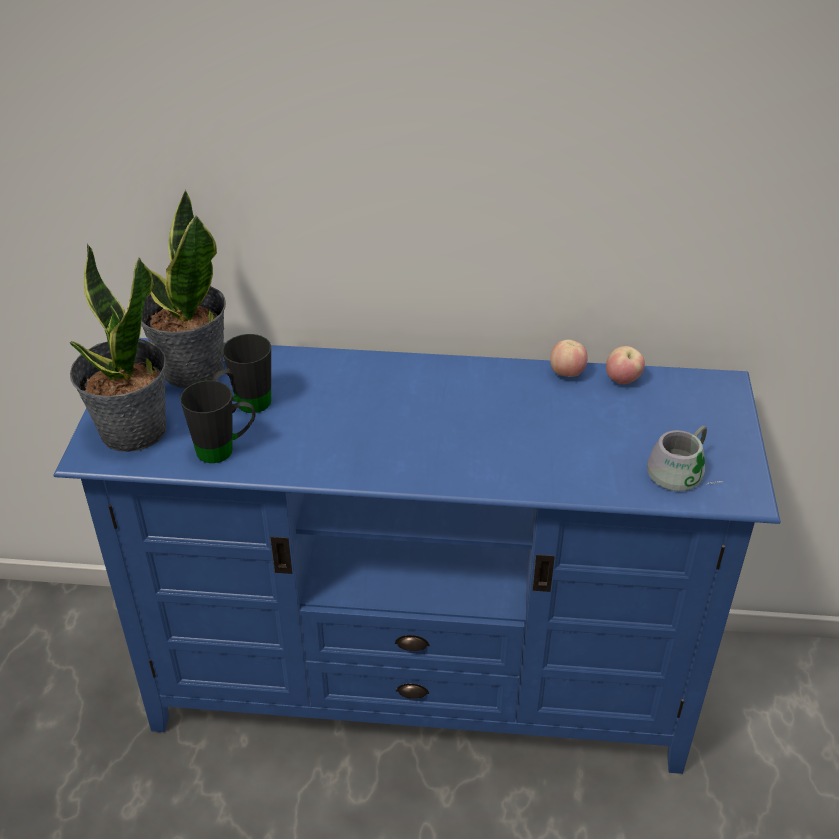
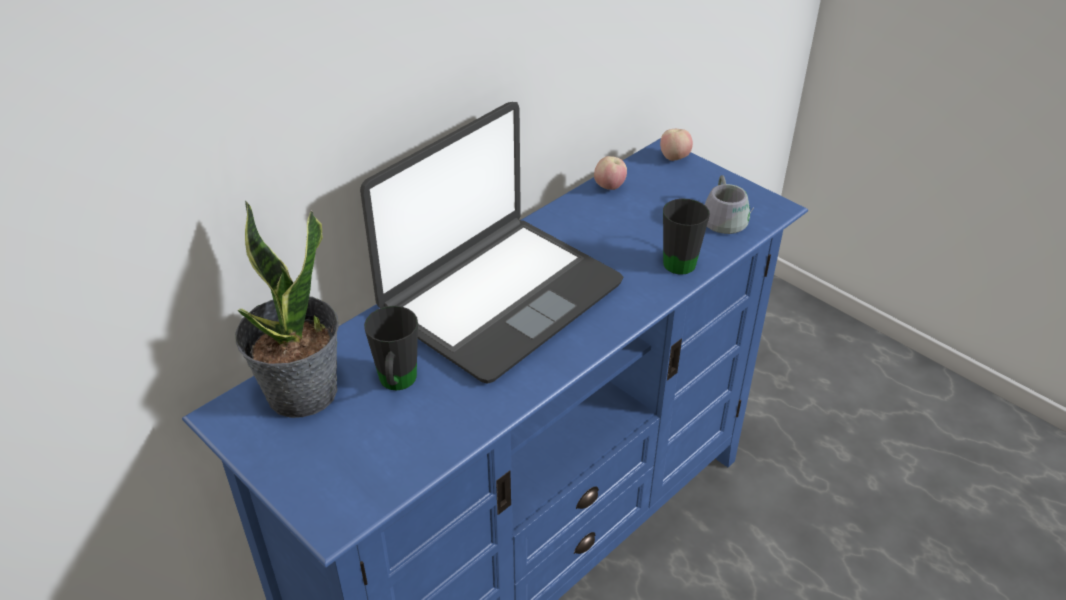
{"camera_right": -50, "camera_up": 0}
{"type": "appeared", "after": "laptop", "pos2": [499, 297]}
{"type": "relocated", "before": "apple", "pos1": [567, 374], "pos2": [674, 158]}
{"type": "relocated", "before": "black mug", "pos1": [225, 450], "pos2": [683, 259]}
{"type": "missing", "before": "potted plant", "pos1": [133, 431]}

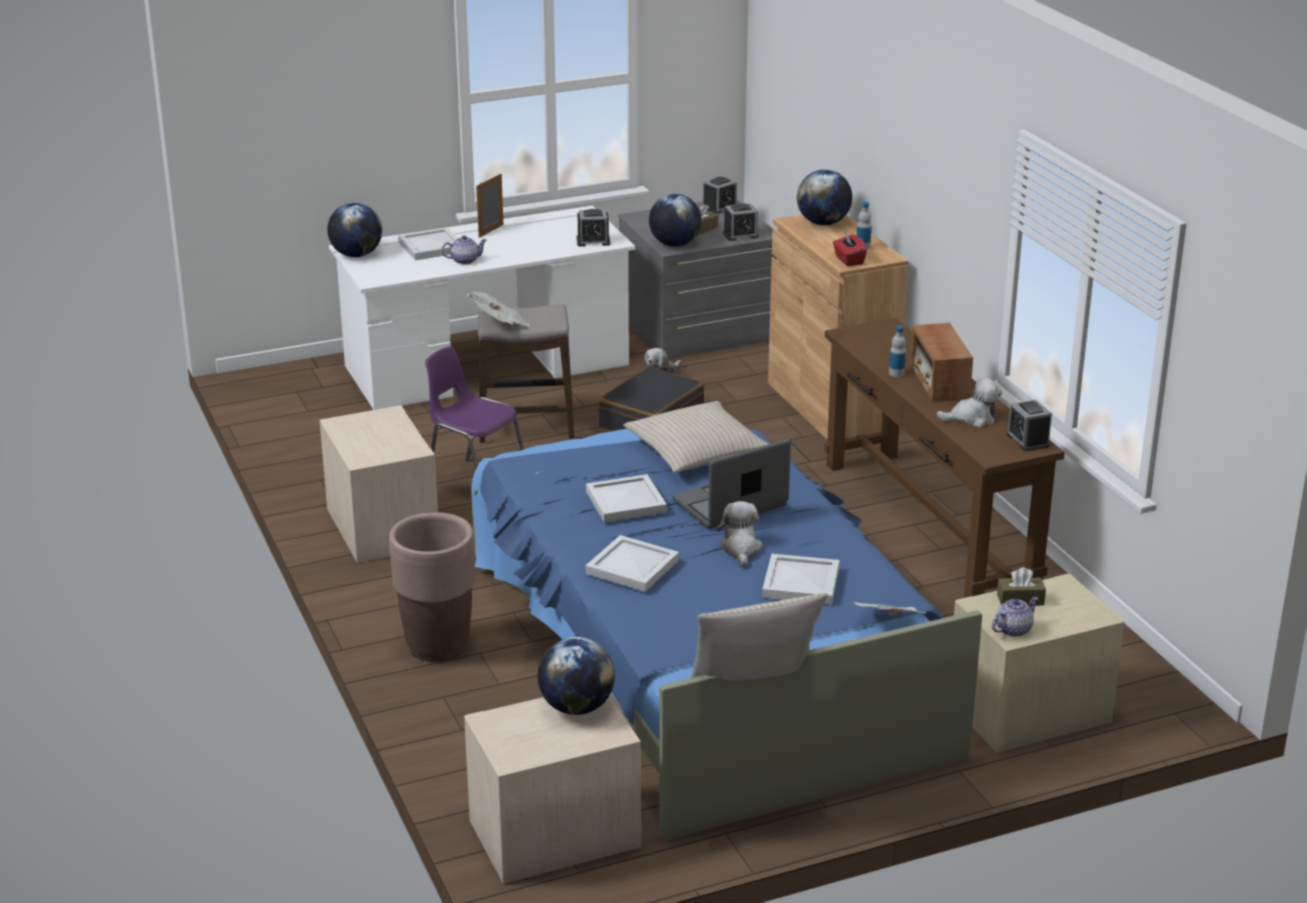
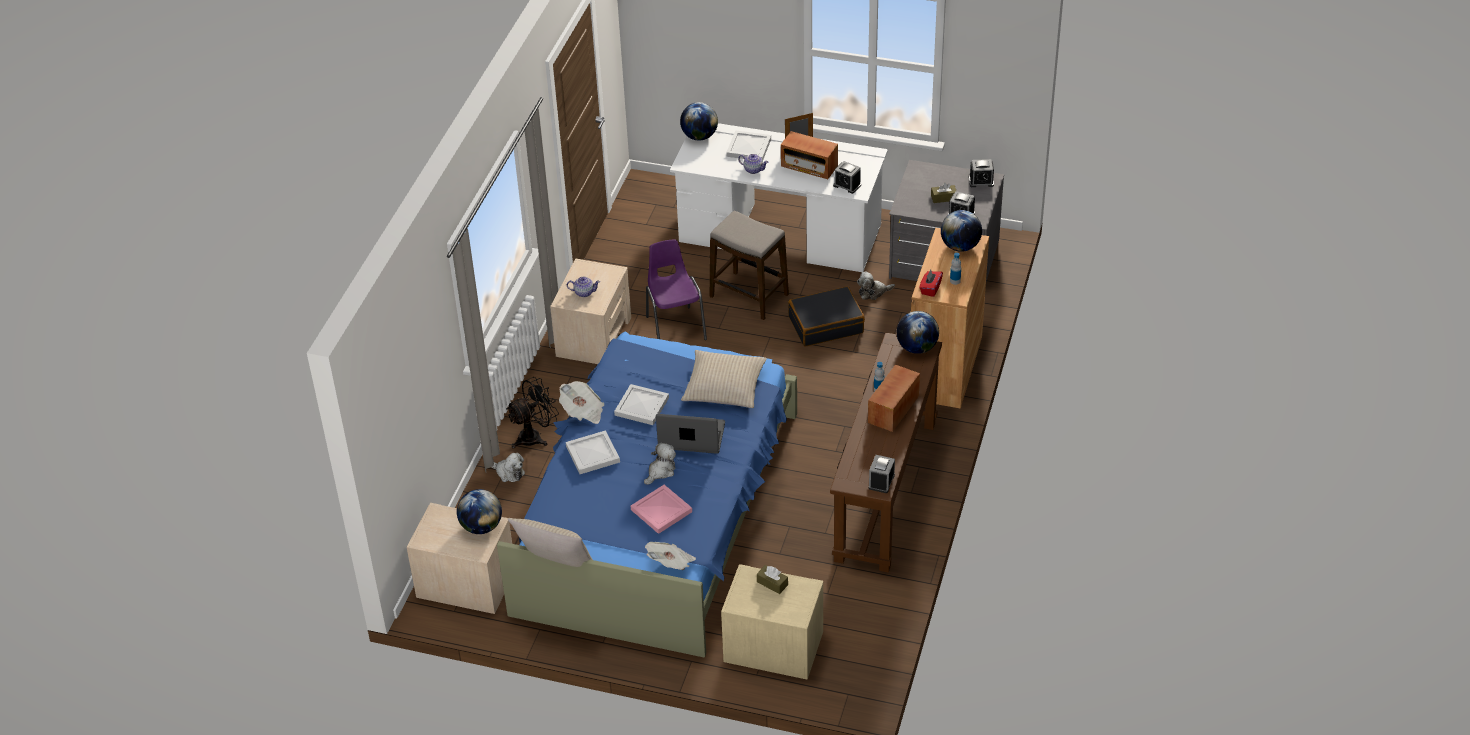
{"camera_right": 40, "camera_up": 15}
{"type": "relocated", "before": "plush toy", "pos1": [972, 418], "pos2": [508, 473]}
{"type": "exchanged", "before": "brown planter", "after": "black fan", "pos1": [437, 646], "pos2": [535, 436]}
{"type": "relocated", "before": "newspaper", "pos1": [499, 324], "pos2": [583, 411]}
{"type": "relocated", "before": "teapot", "pos1": [1012, 630], "pos2": [584, 292]}
{"type": "colour", "before": "white tray", "after": "pink tray", "pos1": [802, 582], "pos2": [662, 511]}
{"type": "appeared", "after": "radio", "pos2": [809, 167]}
{"type": "relocated", "before": "globe", "pos1": [674, 244], "pos2": [917, 348]}

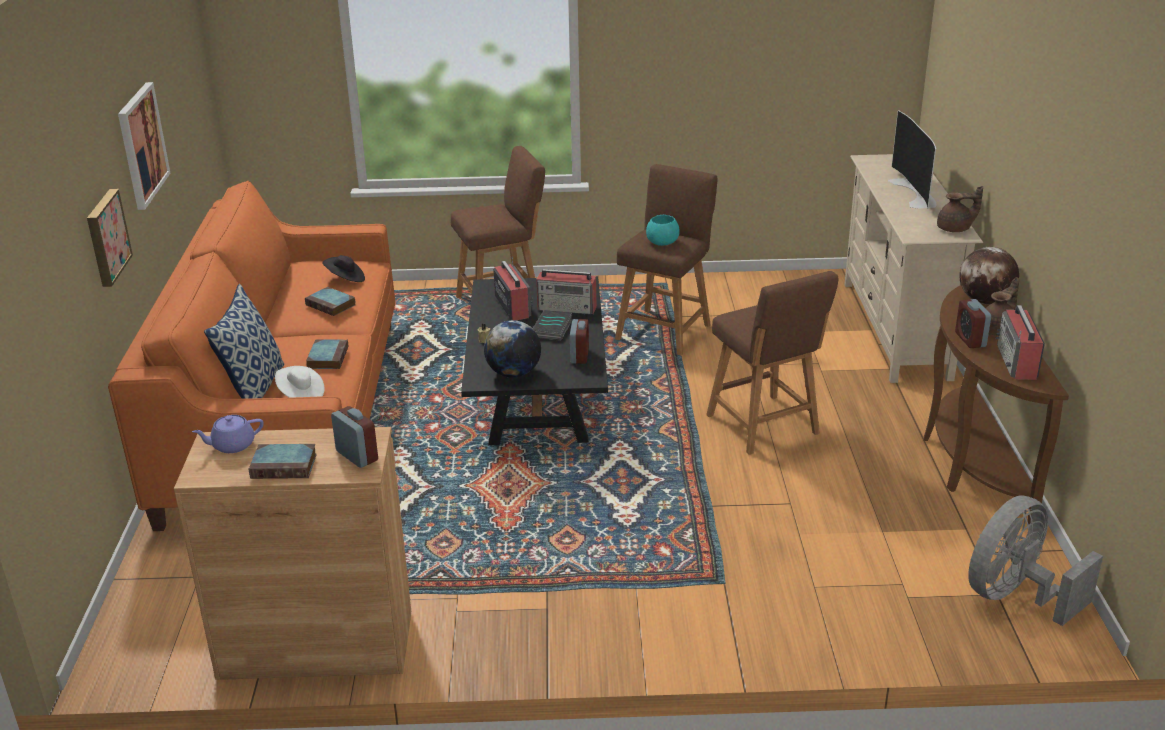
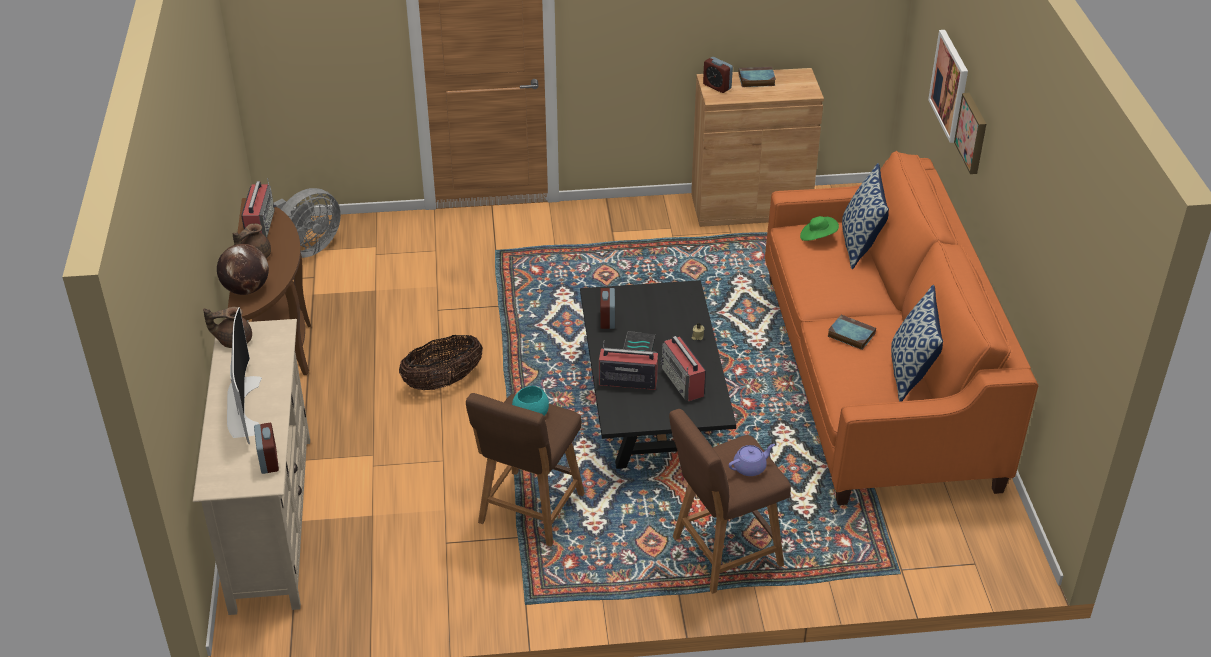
{"camera_right": 175, "camera_up": 10}
{"type": "relocated", "before": "alarm clock", "pos1": [970, 340], "pos2": [269, 461]}
{"type": "exchanged", "before": "brown stool", "after": "basket", "pos1": [765, 427], "pos2": [443, 381]}
{"type": "relocated", "before": "purple teapot", "pos1": [232, 445], "pos2": [750, 467]}
{"type": "colour", "before": "white hat", "after": "green hat", "pos1": [301, 395], "pos2": [817, 237]}
{"type": "appeared", "after": "pillow", "pos2": [911, 374]}
{"type": "relocated", "before": "picture", "pos1": [141, 145], "pos2": [950, 85]}
{"type": "missing", "before": "book", "pos1": [327, 357]}
{"type": "missing", "before": "black hat", "pos1": [345, 279]}
{"type": "missing", "before": "globe", "pos1": [513, 373]}

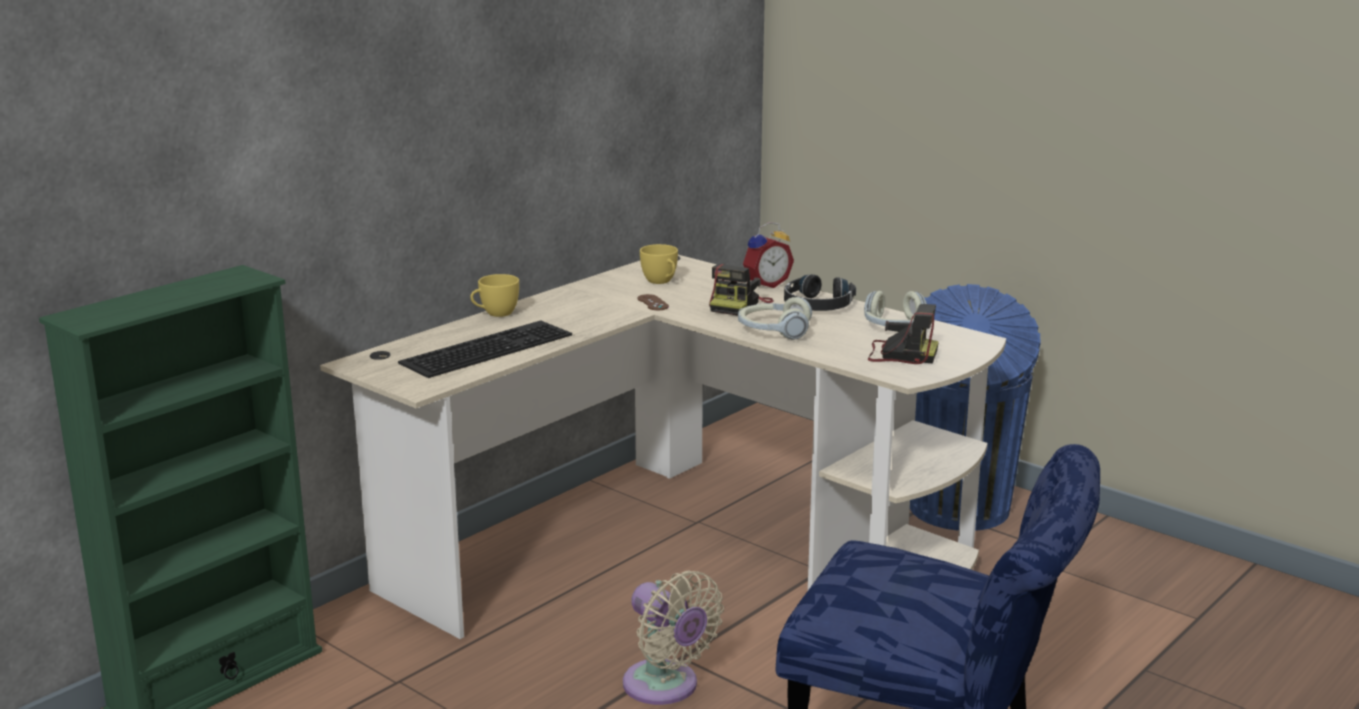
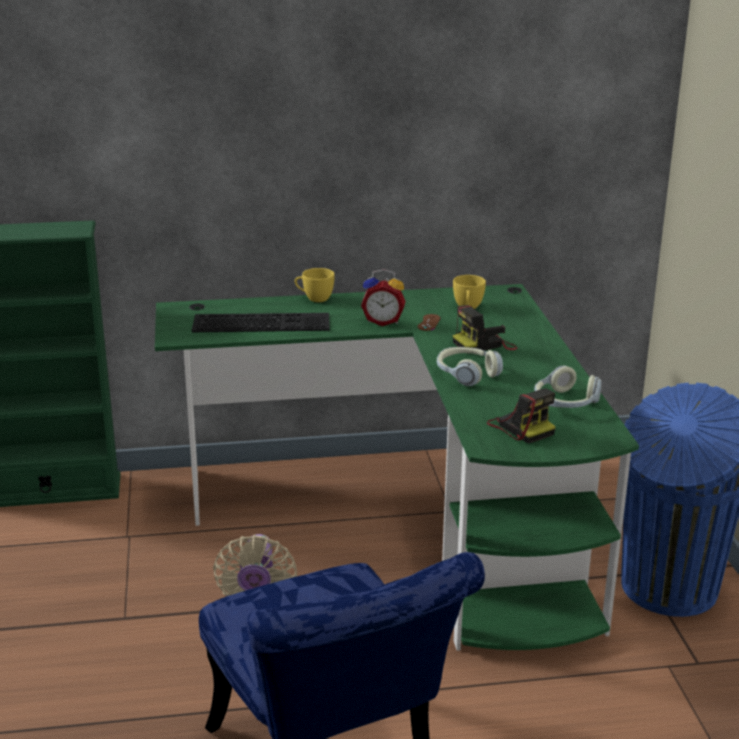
{"camera_right": 40, "camera_up": 5}
{"type": "colour", "before": "beige desk", "after": "green desk", "pos1": [681, 544], "pos2": [416, 523]}
{"type": "relocated", "before": "alarm clock", "pos1": [765, 284], "pos2": [383, 321]}
{"type": "missing", "before": "black headphones", "pos1": [817, 305]}

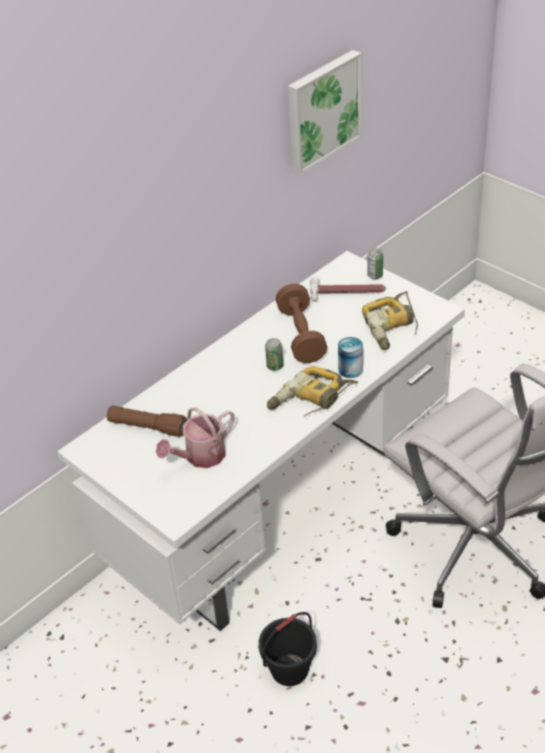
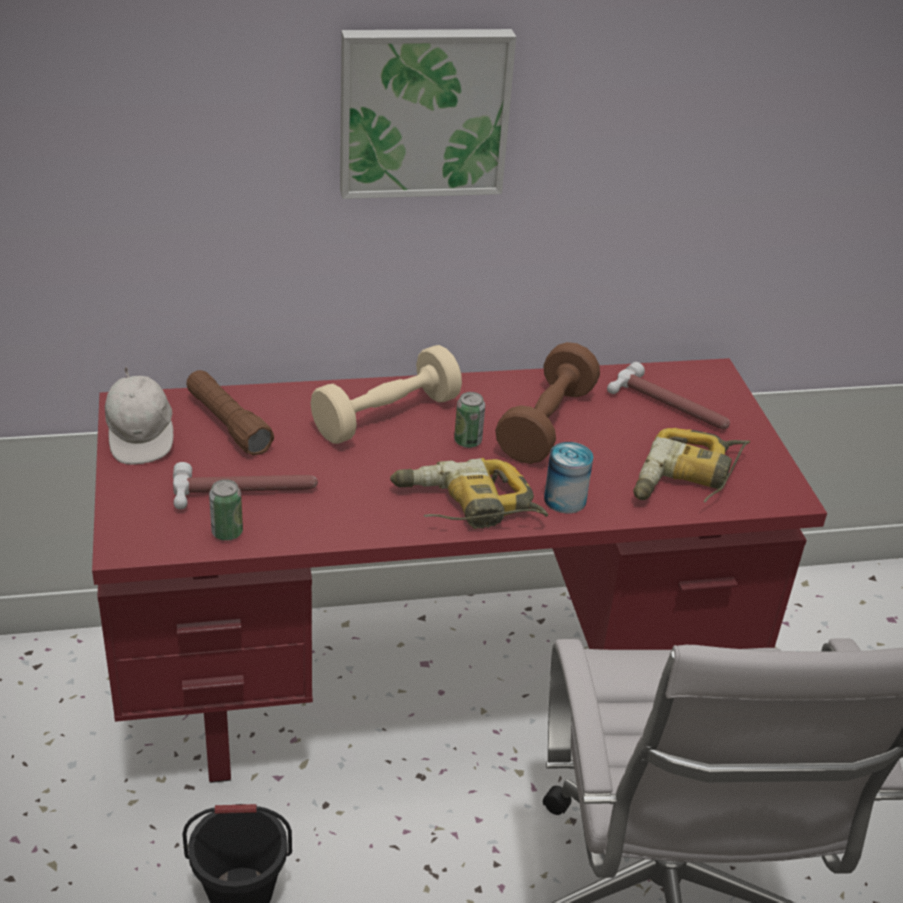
{"camera_right": 30, "camera_up": -5}
{"type": "colour", "before": "white desk", "after": "red desk", "pos1": [282, 512], "pos2": [434, 688]}
{"type": "appeared", "after": "white cap", "pos2": [141, 437]}
{"type": "exchanged", "before": "watering can", "after": "hammer", "pos1": [200, 457], "pos2": [246, 492]}
{"type": "relocated", "before": "can", "pos1": [375, 275], "pos2": [227, 533]}
{"type": "appeared", "after": "beige dumbbell", "pos2": [386, 416]}
{"type": "relocated", "before": "picture", "pos1": [322, 110], "pos2": [423, 111]}

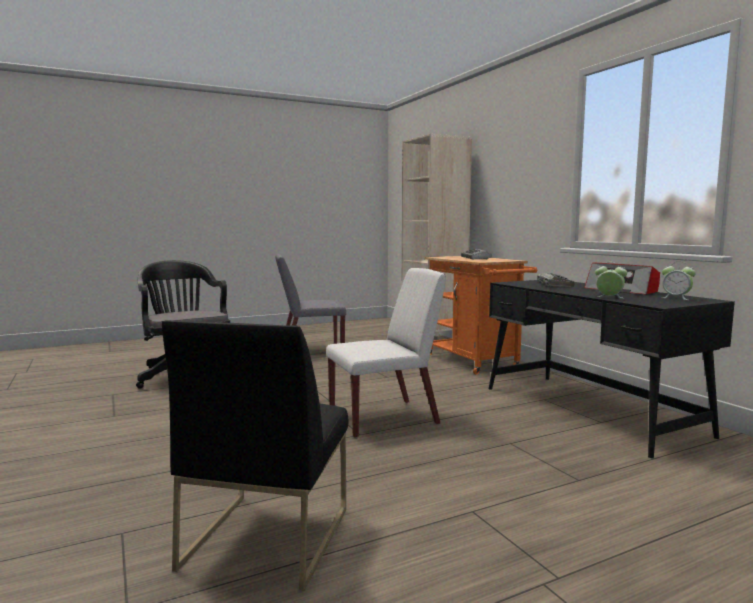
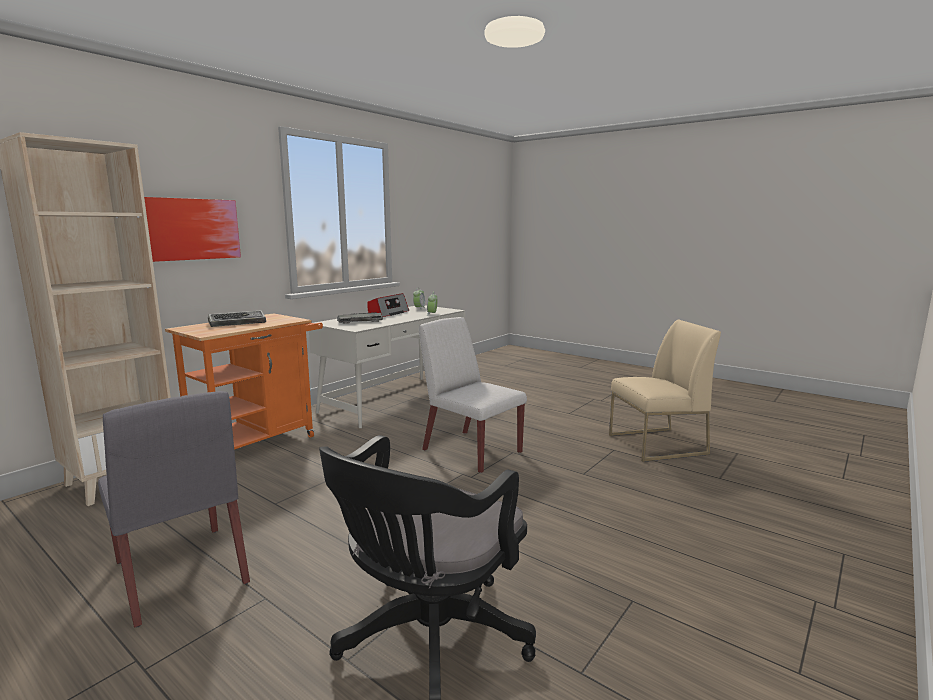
{"camera_right": -115, "camera_up": 5}
{"type": "appeared", "after": "picture", "pos2": [194, 229]}
{"type": "colour", "before": "black desk", "after": "white desk", "pos1": [588, 410], "pos2": [395, 400]}
{"type": "colour", "before": "black chair", "after": "beige chair", "pos1": [266, 536], "pos2": [656, 444]}

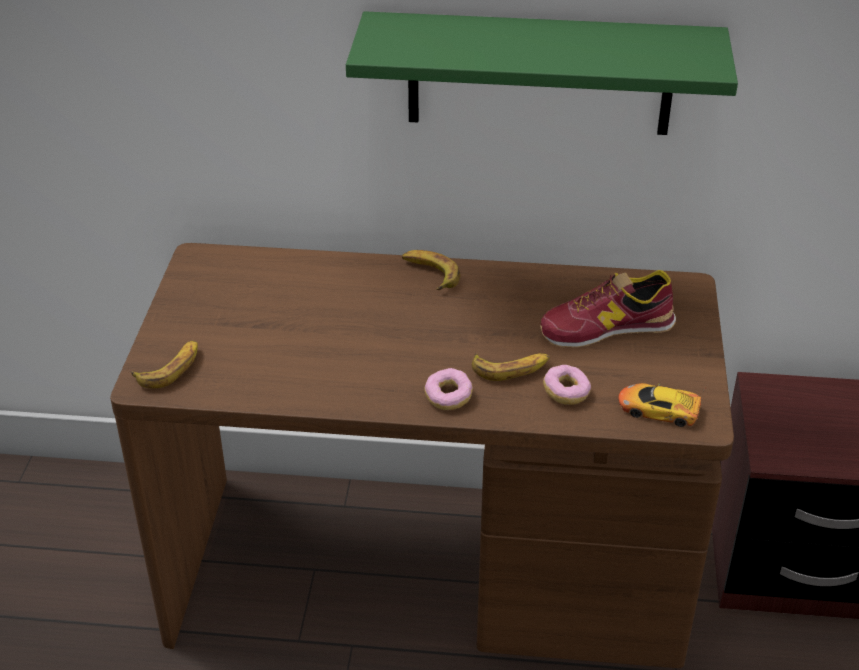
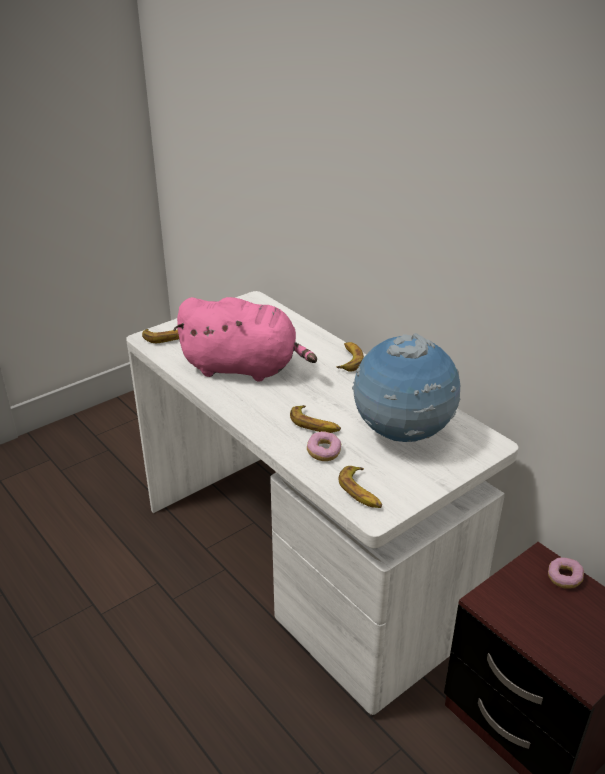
{"camera_right": 45, "camera_up": -5}
{"type": "colour", "before": "brown desk", "after": "white desk", "pos1": [429, 575], "pos2": [303, 564]}
{"type": "appeared", "after": "pink plush toy", "pos2": [244, 368]}
{"type": "exchanged", "before": "toy car", "after": "banana", "pos1": [659, 409], "pos2": [361, 492]}
{"type": "exchanged", "before": "shoe", "after": "globe", "pos1": [606, 327], "pos2": [402, 436]}
{"type": "relocated", "before": "donut", "pos1": [448, 397], "pos2": [564, 578]}
{"type": "missing", "before": "green shelf", "pos1": [540, 74]}

